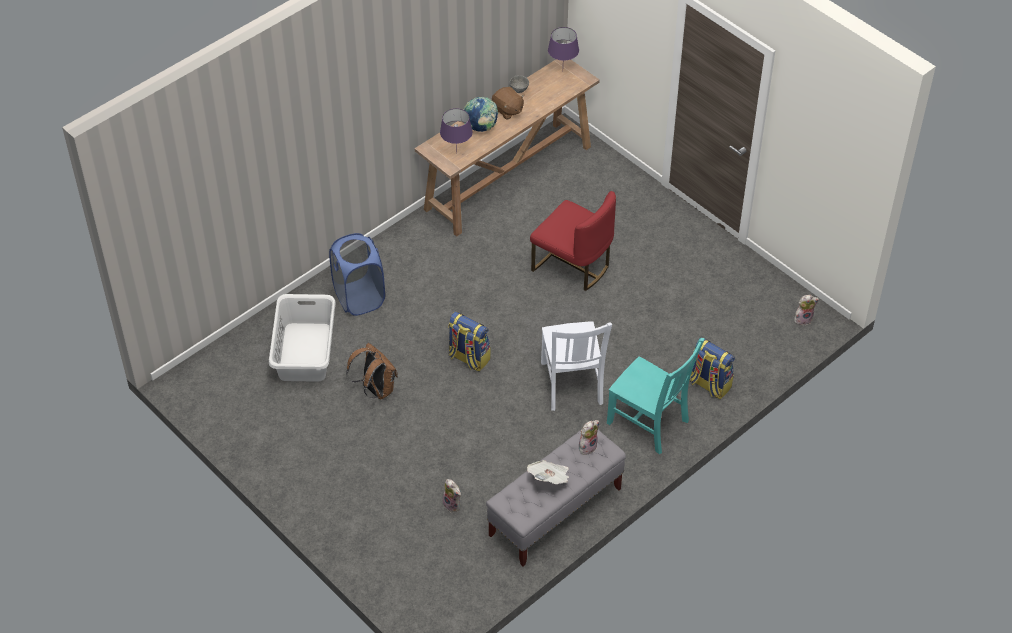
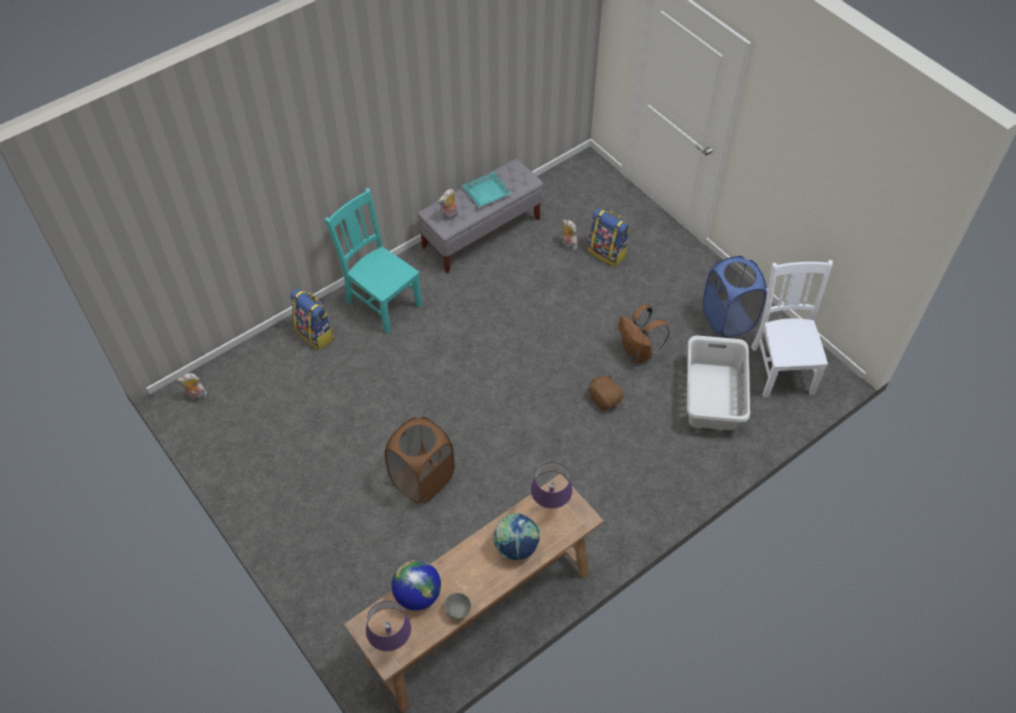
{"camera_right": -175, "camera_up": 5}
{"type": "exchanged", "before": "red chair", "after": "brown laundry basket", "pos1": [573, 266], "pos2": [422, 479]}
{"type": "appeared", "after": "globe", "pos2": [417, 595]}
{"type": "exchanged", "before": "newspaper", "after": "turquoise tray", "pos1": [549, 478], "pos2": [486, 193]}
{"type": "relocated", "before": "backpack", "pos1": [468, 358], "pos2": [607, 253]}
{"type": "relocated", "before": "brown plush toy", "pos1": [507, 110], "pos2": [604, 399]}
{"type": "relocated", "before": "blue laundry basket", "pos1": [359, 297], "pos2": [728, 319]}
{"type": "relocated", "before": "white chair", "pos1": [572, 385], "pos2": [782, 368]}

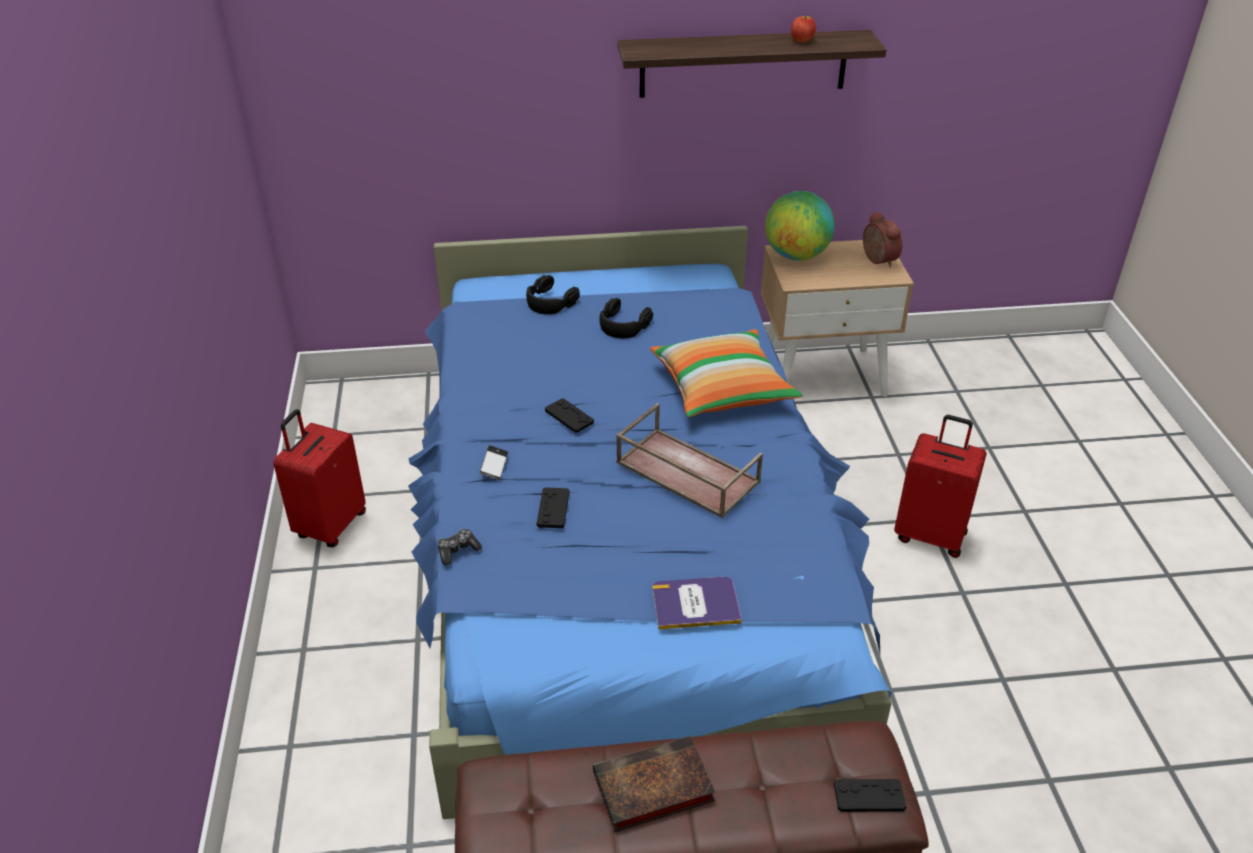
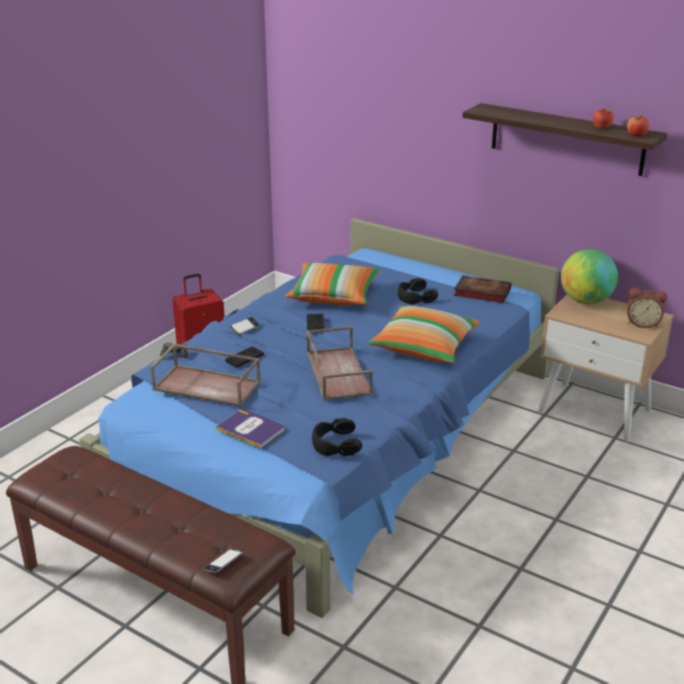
{"camera_right": 40, "camera_up": -10}
{"type": "appeared", "after": "brown tray", "pos2": [208, 385]}
{"type": "exchanged", "before": "black game controller", "after": "phone", "pos1": [869, 796], "pos2": [224, 563]}
{"type": "appeared", "after": "pillow", "pos2": [334, 296]}
{"type": "relocated", "before": "black headphones", "pos1": [550, 302], "pos2": [335, 444]}
{"type": "relocated", "before": "book", "pos1": [650, 789], "pos2": [480, 292]}
{"type": "appeared", "after": "apple", "pos2": [636, 135]}
{"type": "spun", "before": "alarm clock", "pos1": [877, 260], "pos2": [643, 323], "turn": 90}
{"type": "missing", "before": "red suitcase", "pos1": [930, 535]}

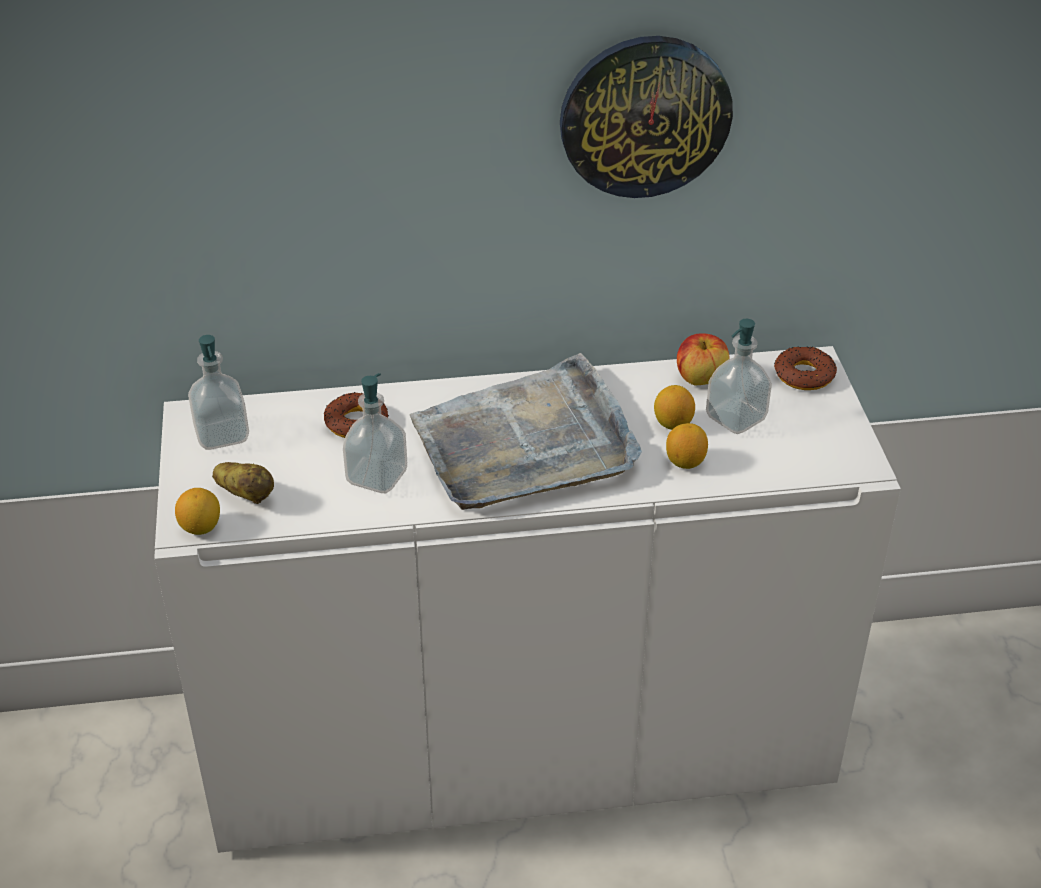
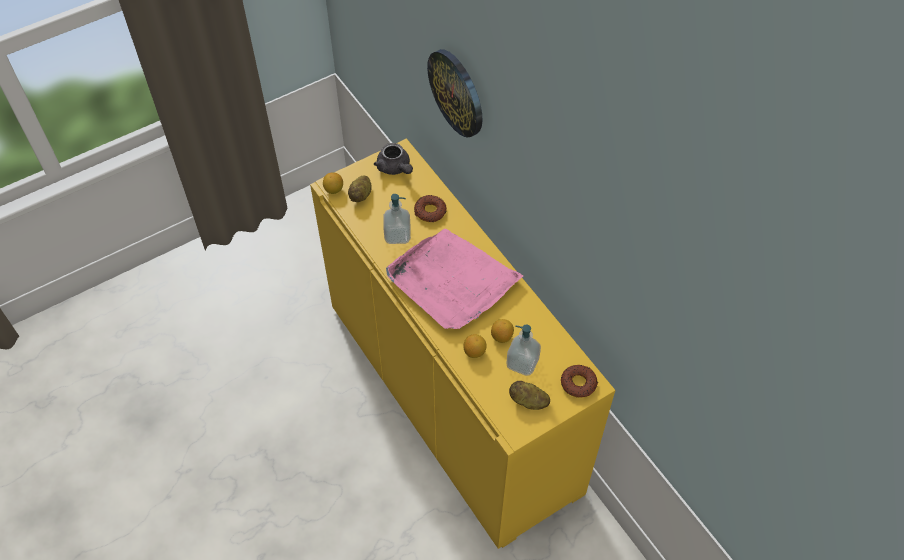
{"camera_right": 65, "camera_up": 15}
{"type": "colour", "before": "white cabinet", "after": "yellow cabinet", "pos1": [520, 744], "pos2": [452, 396]}
{"type": "exchanged", "before": "soap dispenser", "after": "grey teapot", "pos1": [222, 435], "pos2": [395, 168]}
{"type": "colour", "before": "grey tray", "after": "pink tray", "pos1": [526, 443], "pos2": [452, 281]}
{"type": "relocated", "before": "wall clock", "pos1": [645, 116], "pos2": [457, 92]}
{"type": "appeared", "after": "potato", "pos2": [528, 401]}
{"type": "missing", "before": "apple", "pos1": [700, 378]}

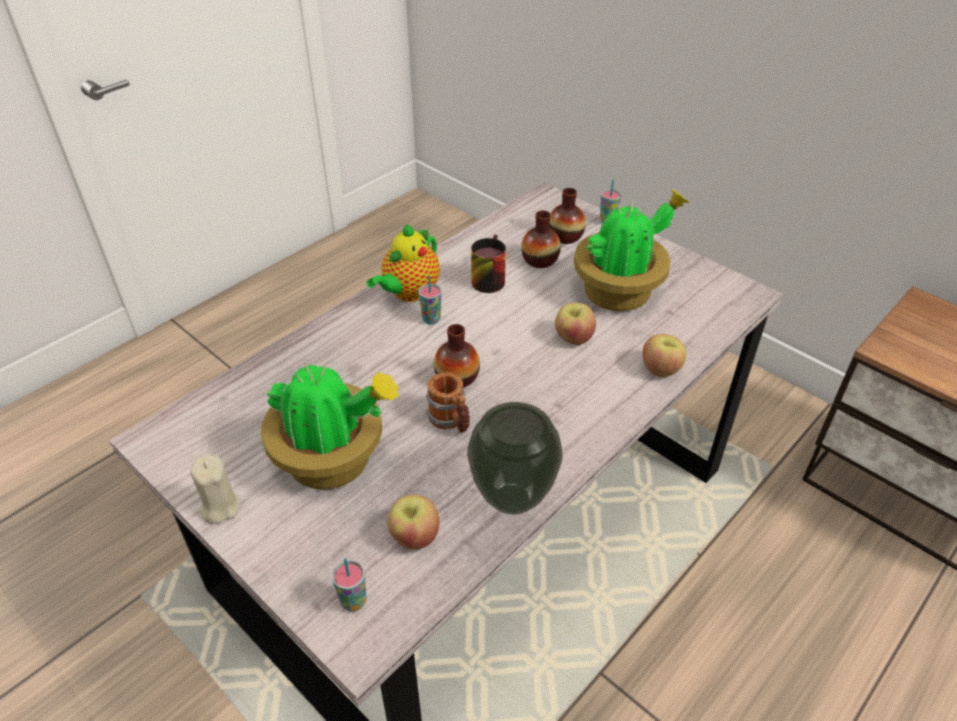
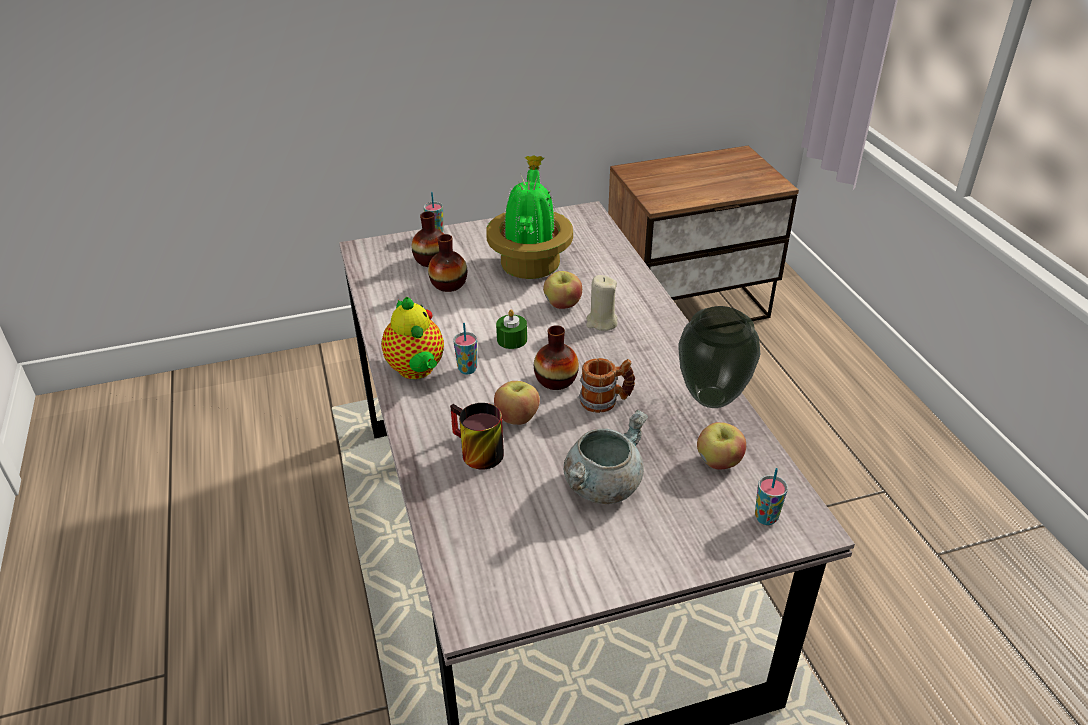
{"camera_right": -60, "camera_up": -5}
{"type": "relocated", "before": "mug", "pos1": [486, 278], "pos2": [474, 453]}
{"type": "relocated", "before": "apple", "pos1": [661, 369], "pos2": [517, 417]}
{"type": "appeared", "after": "green candle", "pos2": [512, 339]}
{"type": "exchanged", "before": "potted plant", "after": "grey cooking pot", "pos1": [333, 461], "pos2": [602, 485]}
{"type": "relocated", "before": "beige candle", "pos1": [220, 507], "pos2": [601, 322]}

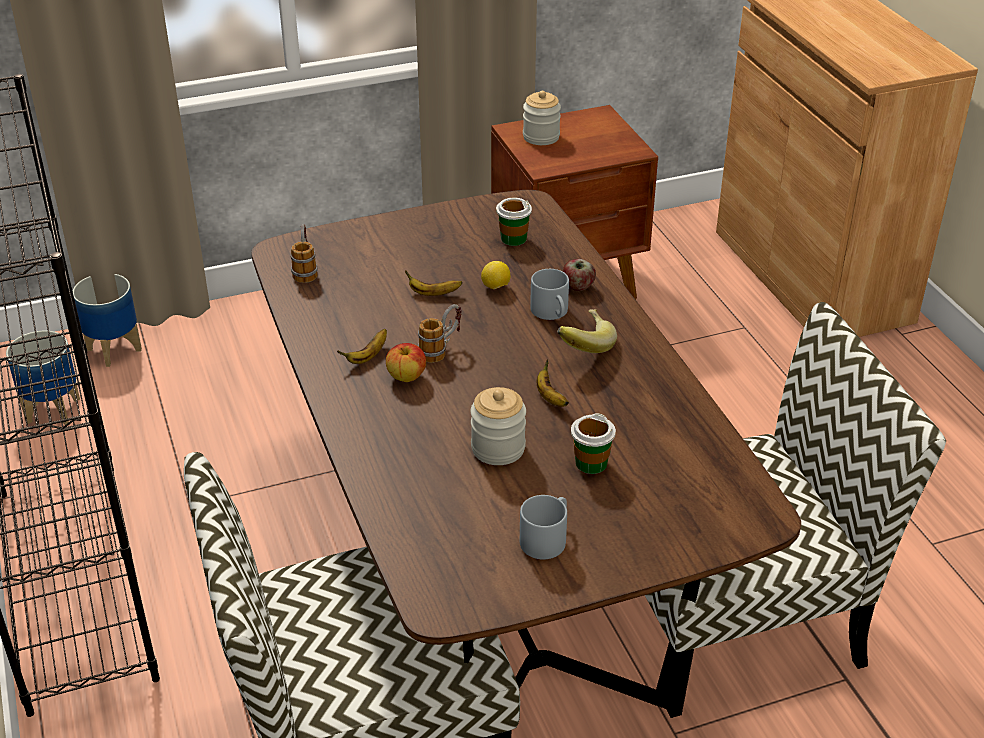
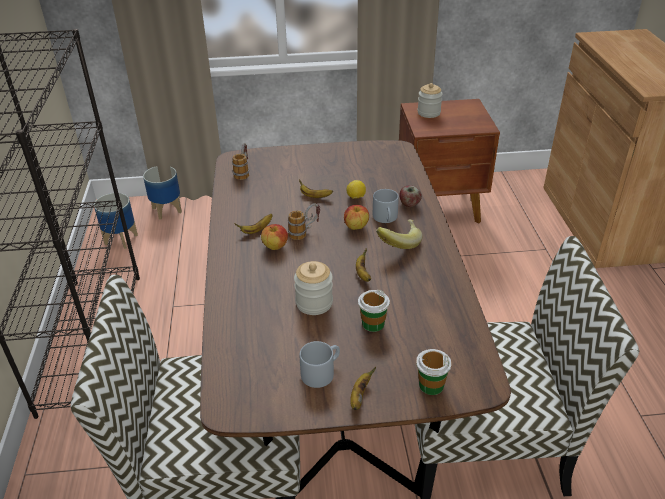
{"camera_right": 15, "camera_up": 0}
{"type": "appeared", "after": "apple", "pos2": [356, 226]}
{"type": "appeared", "after": "banana", "pos2": [359, 396]}
{"type": "relocated", "before": "cup", "pos1": [513, 238], "pos2": [431, 385]}

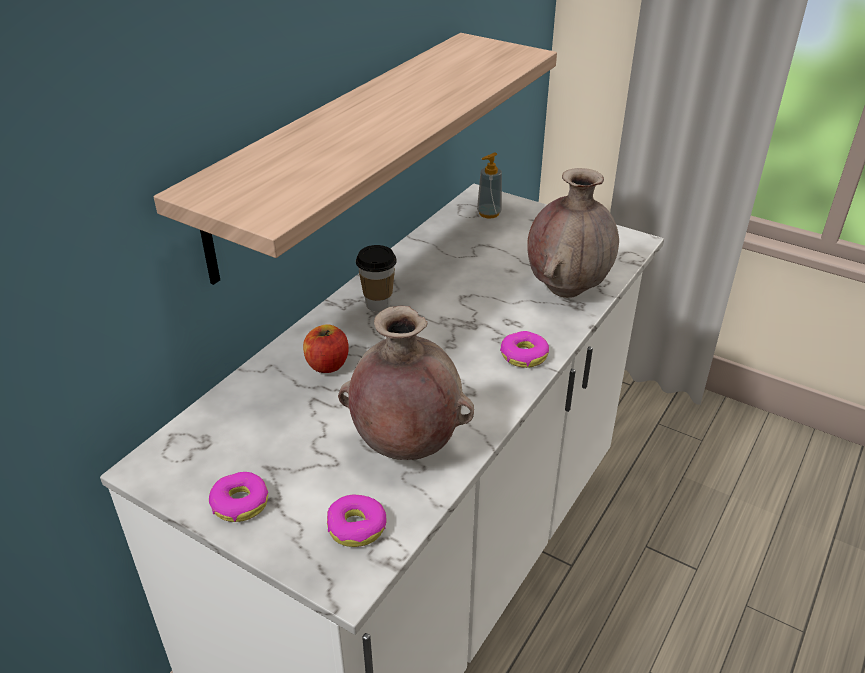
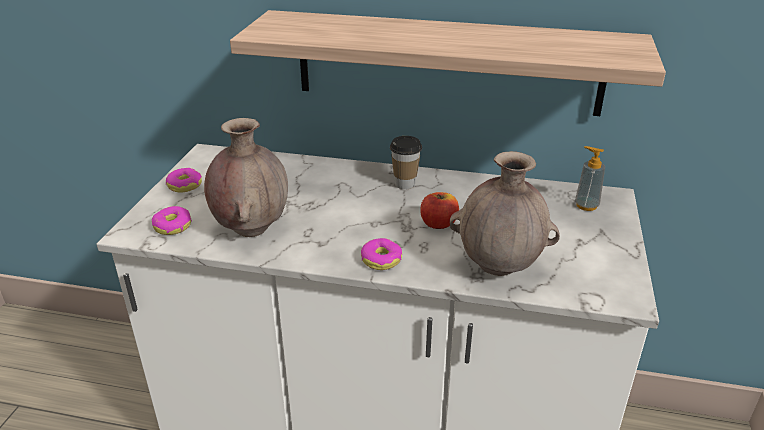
{"camera_right": 70, "camera_up": -5}
{"type": "relocated", "before": "apple", "pos1": [327, 364], "pos2": [438, 224]}

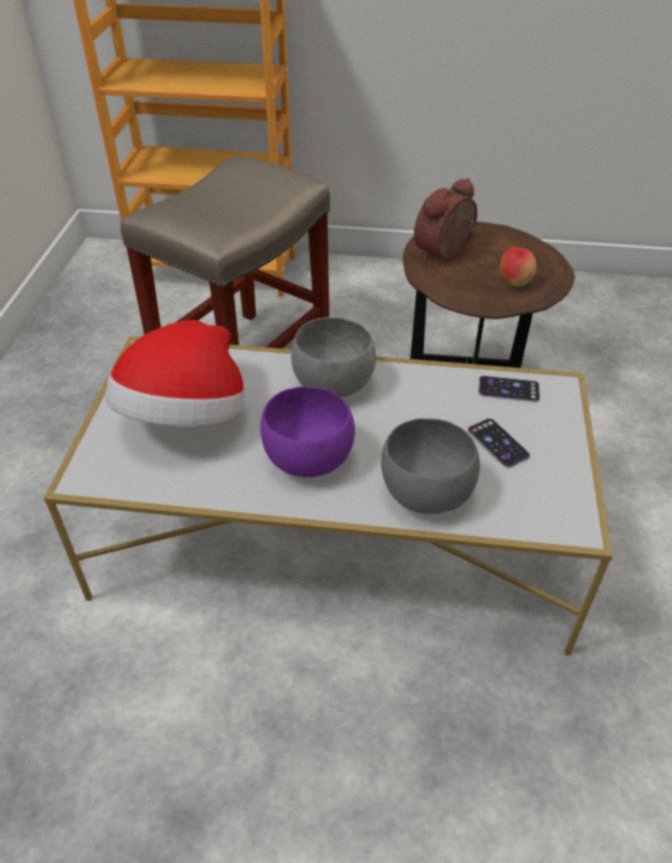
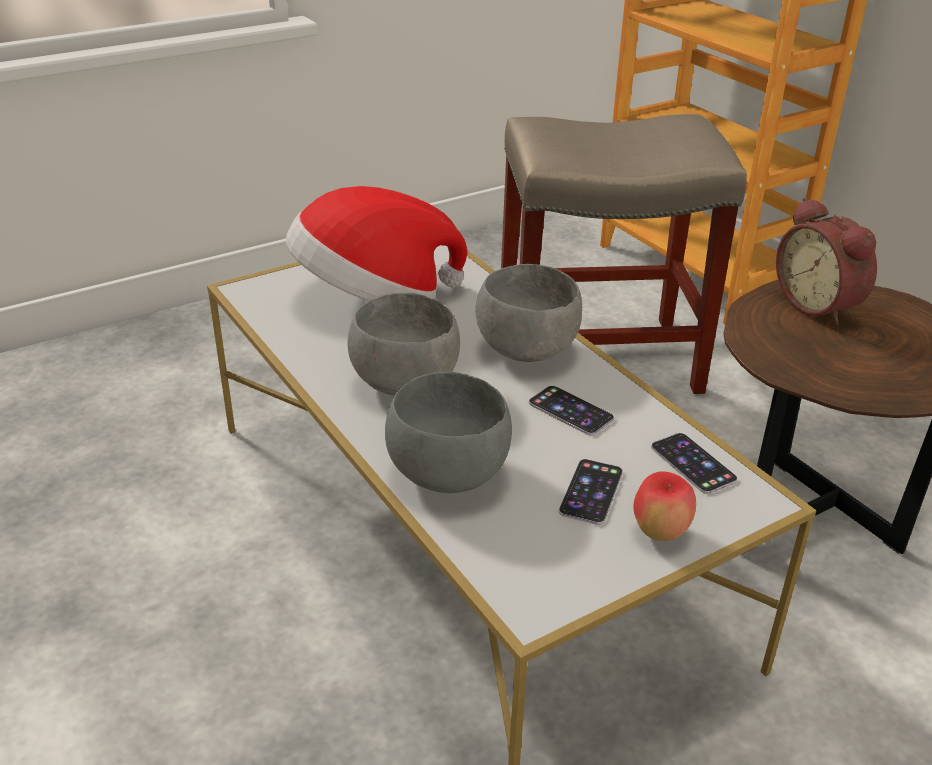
{"camera_right": 50, "camera_up": -10}
{"type": "colour", "before": "purple bowl", "after": "grey bowl", "pos1": [306, 459], "pos2": [404, 382]}
{"type": "appeared", "after": "phone", "pos2": [570, 411]}
{"type": "relocated", "before": "apple", "pos1": [515, 283], "pos2": [660, 532]}
{"type": "spun", "before": "alarm clock", "pos1": [446, 254], "pos2": [819, 305], "turn": -120}

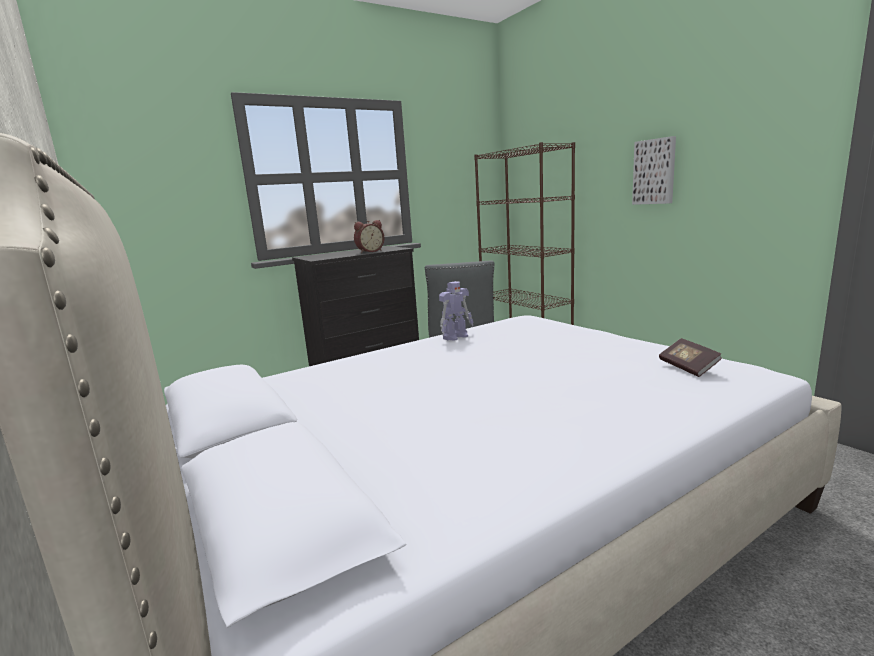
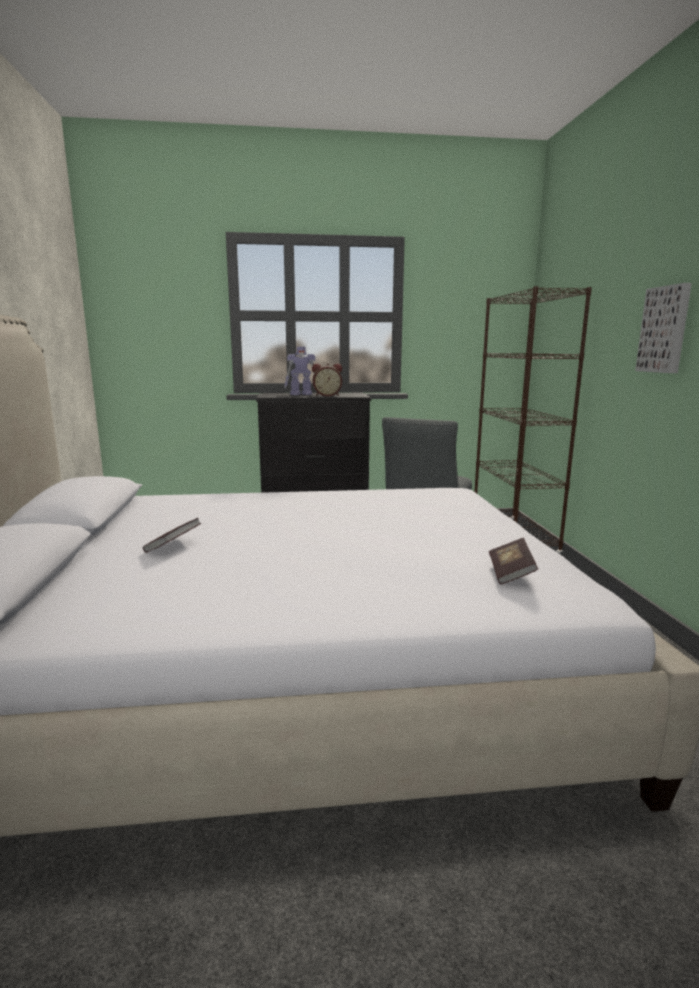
{"camera_right": 25, "camera_up": 0}
{"type": "appeared", "after": "book", "pos2": [173, 546]}
{"type": "relocated", "before": "toy robot", "pos1": [456, 336], "pos2": [301, 394]}

